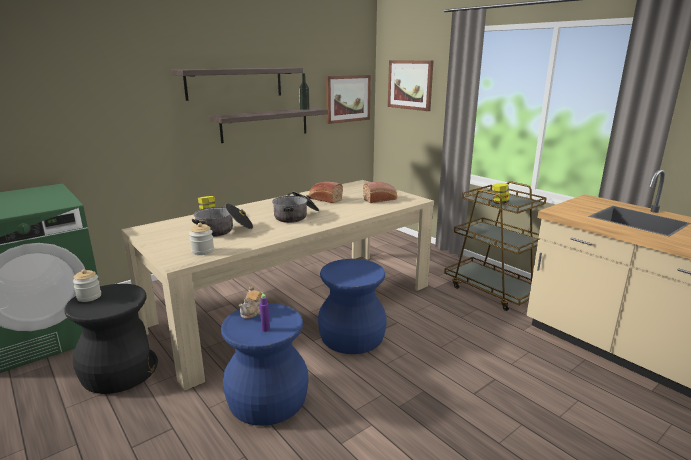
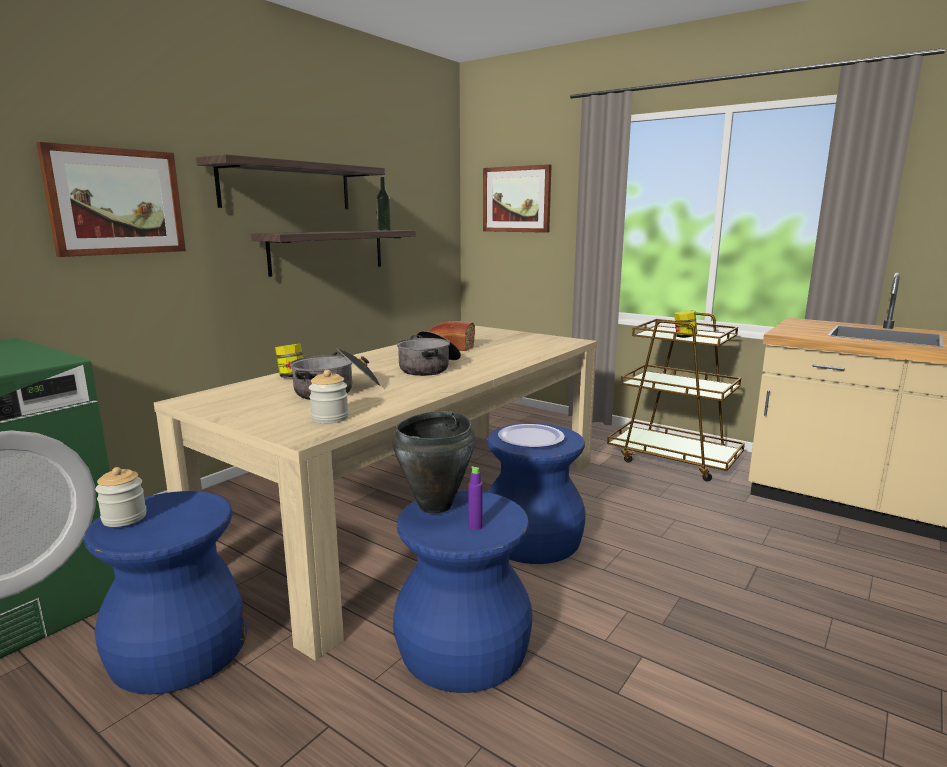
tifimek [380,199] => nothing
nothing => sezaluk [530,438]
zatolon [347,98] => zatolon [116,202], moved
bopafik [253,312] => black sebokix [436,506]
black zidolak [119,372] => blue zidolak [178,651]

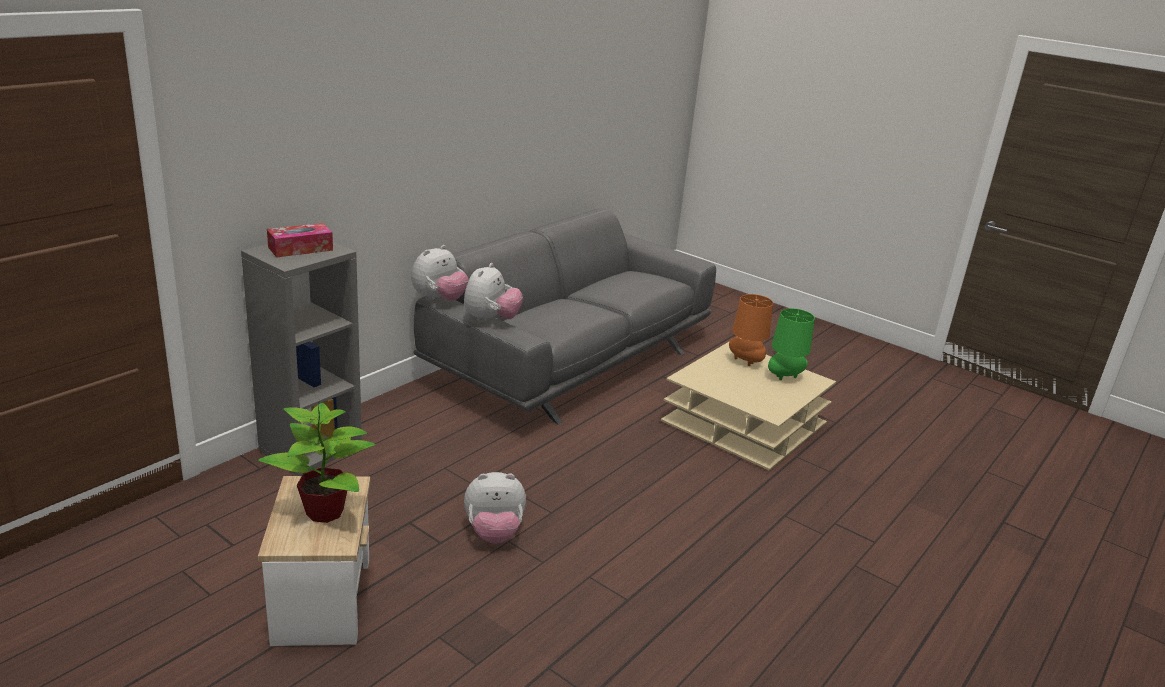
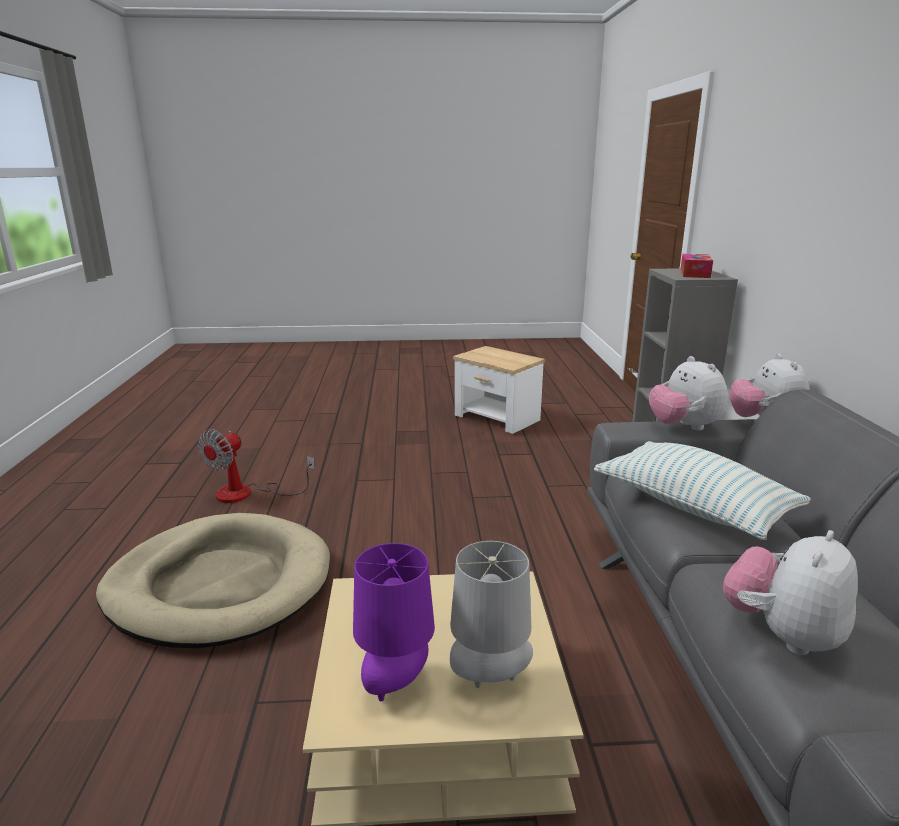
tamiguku [326,511] => nothing
nothing => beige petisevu [220,585]
nothing => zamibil [247,493]
nothing => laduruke [693,507]
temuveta [494,533] => temuveta [782,634], moved
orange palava [745,362] => grey palava [489,681]
green palava [784,378] => purple palava [396,684]

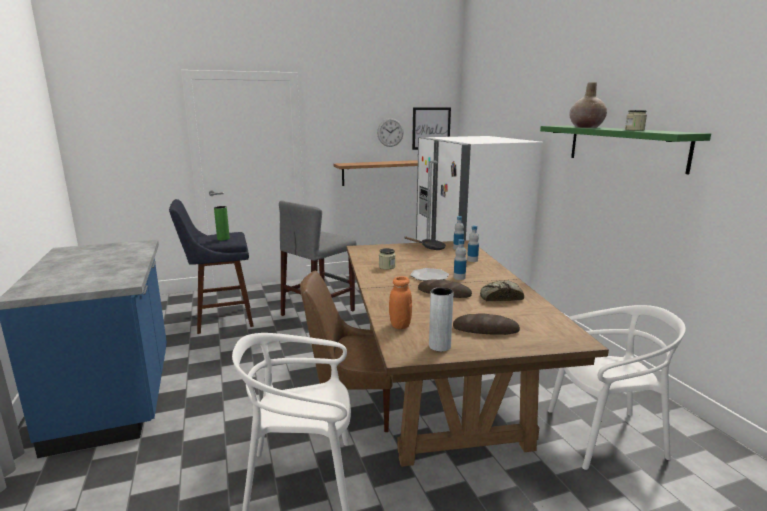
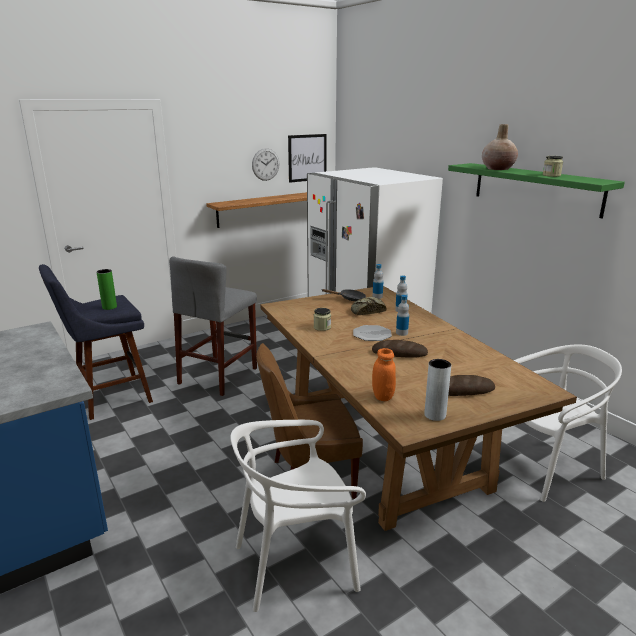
tifimek [500,297] => tifimek [367,311], moved

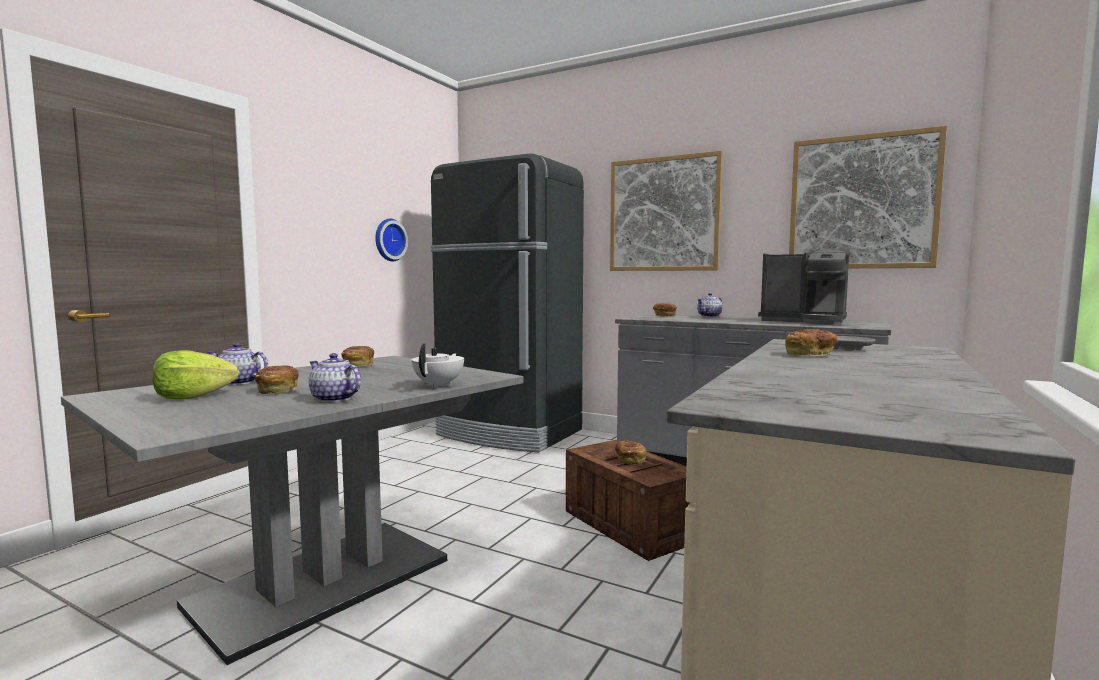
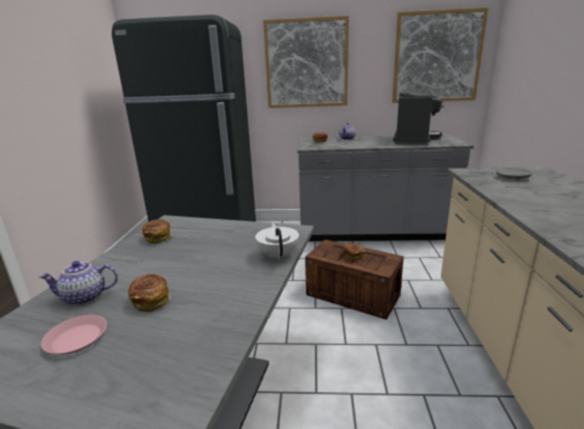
bopafik [334,399] => nothing
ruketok [388,240] => nothing
tifimek [810,355] => nothing
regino [193,396] => pink sezaluk [76,339]
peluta [805,321] => peluta [413,140], 75 degrees counterclockwise

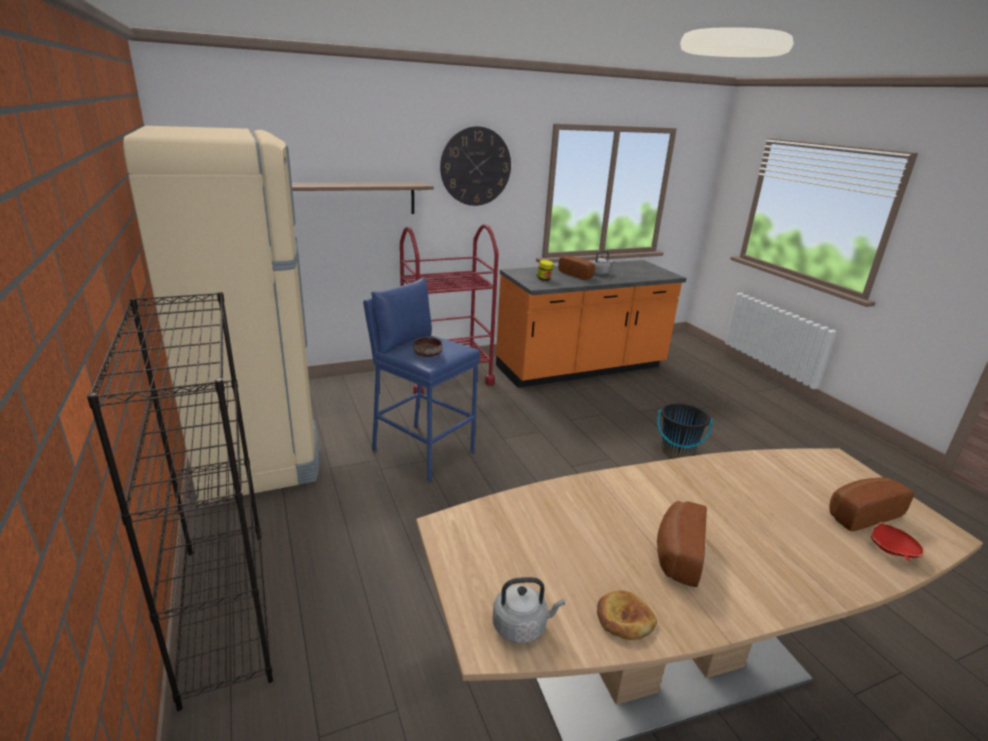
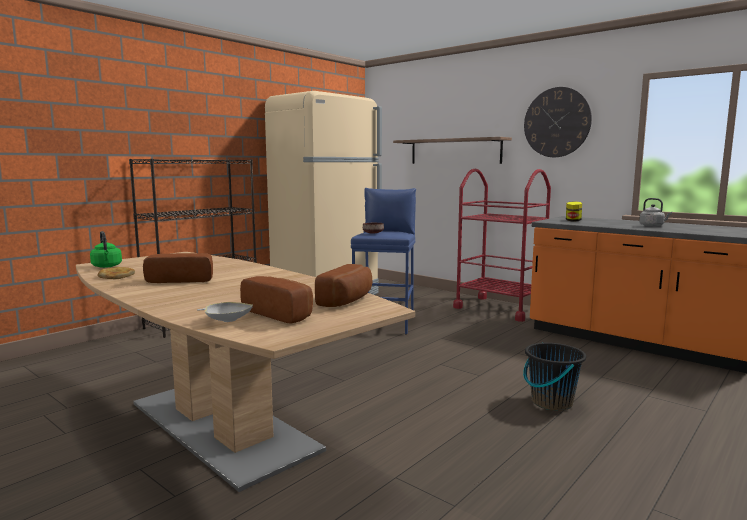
tifimek [577,274] => tifimek [348,300], moved
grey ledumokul [522,626] => green ledumokul [107,266]
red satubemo [891,550] => white satubemo [226,320]

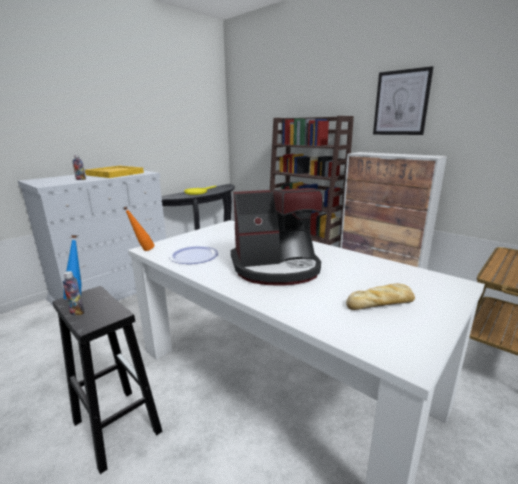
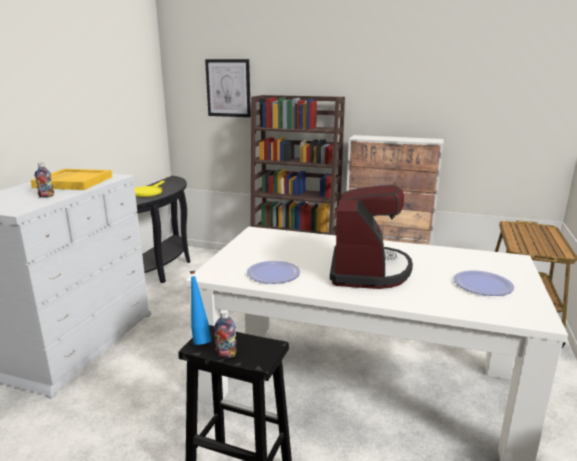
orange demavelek [142,251] => nothing
zatolon [401,103] => zatolon [228,88], moved
tifimek [381,303] => sezaluk [482,284]
peluta [276,267] => peluta [368,270], 45 degrees counterclockwise

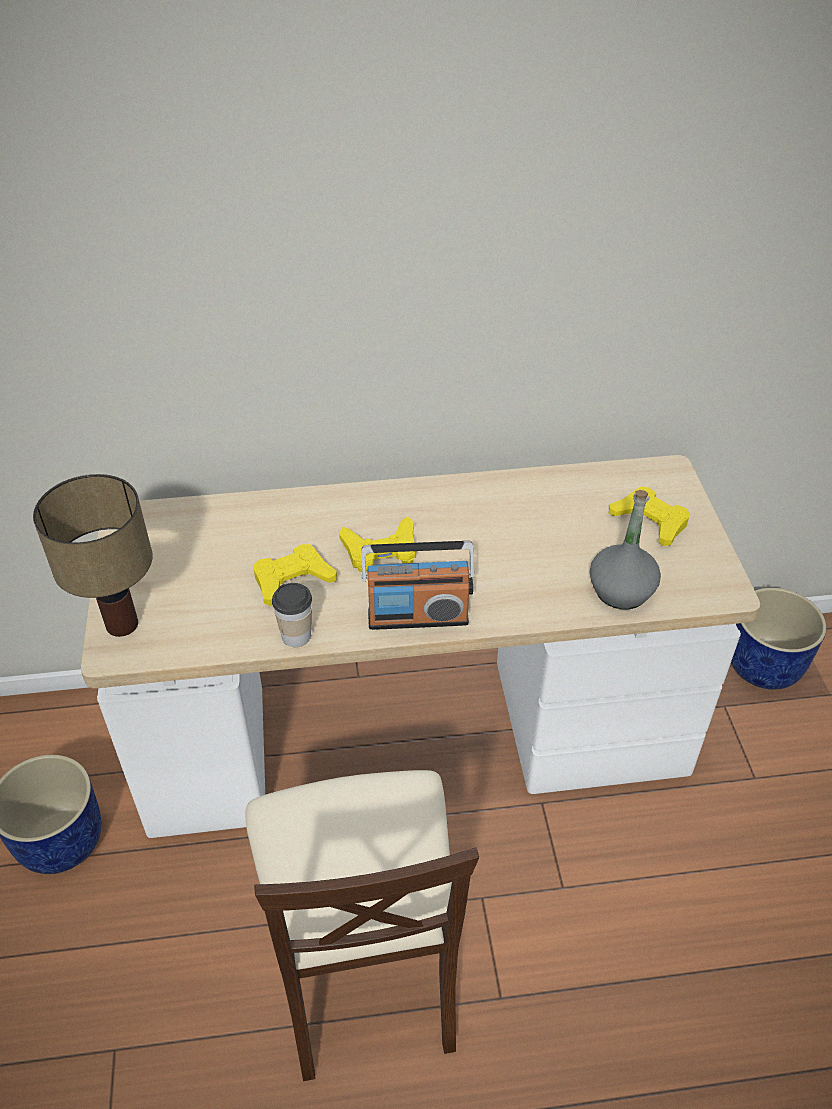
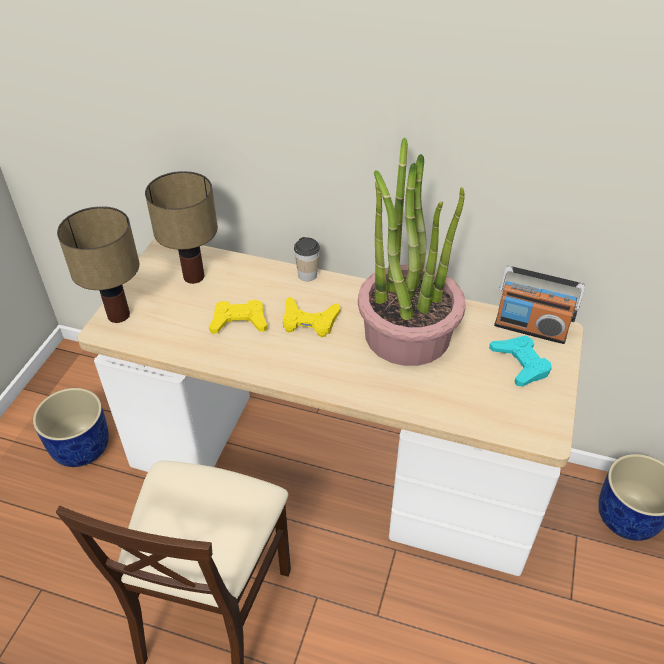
grey demavelek [621,591] => nothing
nothing => palava [192,276]
nothing => tamiguku [407,333]
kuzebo [296,636] => kuzebo [307,275], moved
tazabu [418,616] => tazabu [530,328], moved
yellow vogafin [650,521] => turquoise vogafin [520,364]

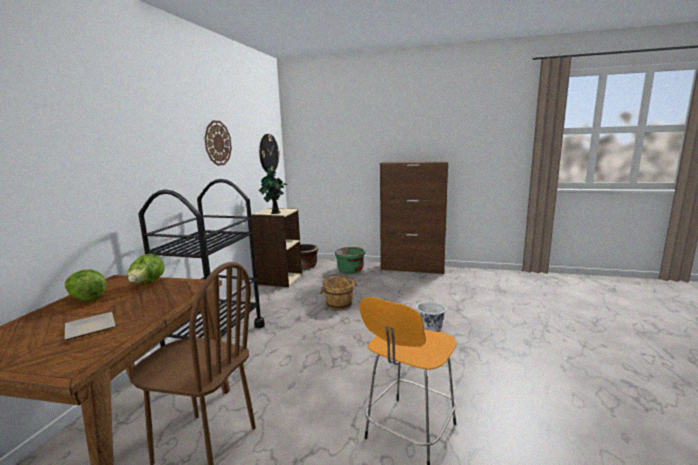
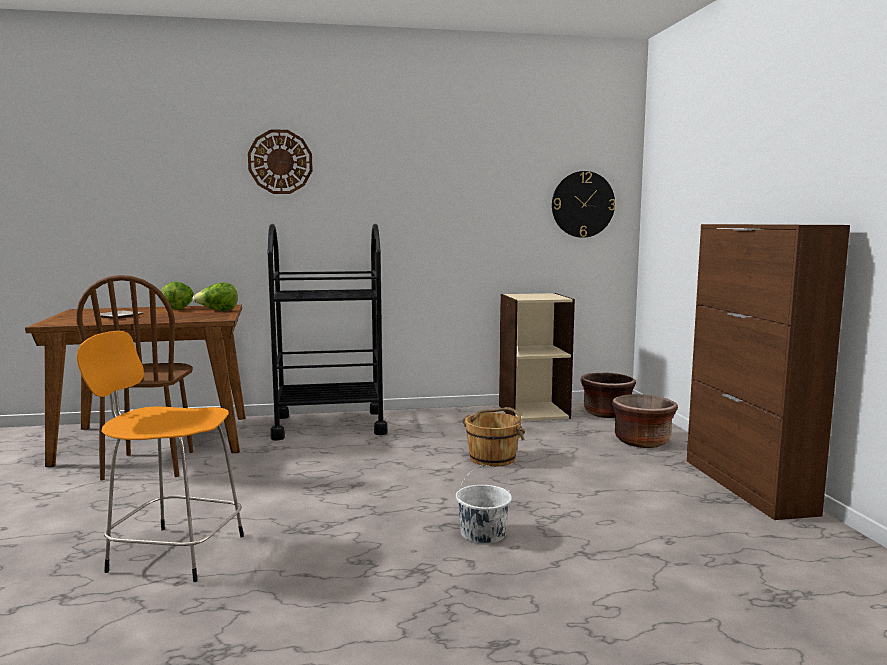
tamiguku [274,213] => nothing
ruketok [218,143] => ruketok [280,162], moved
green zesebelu [350,270] => brown zesebelu [642,441]

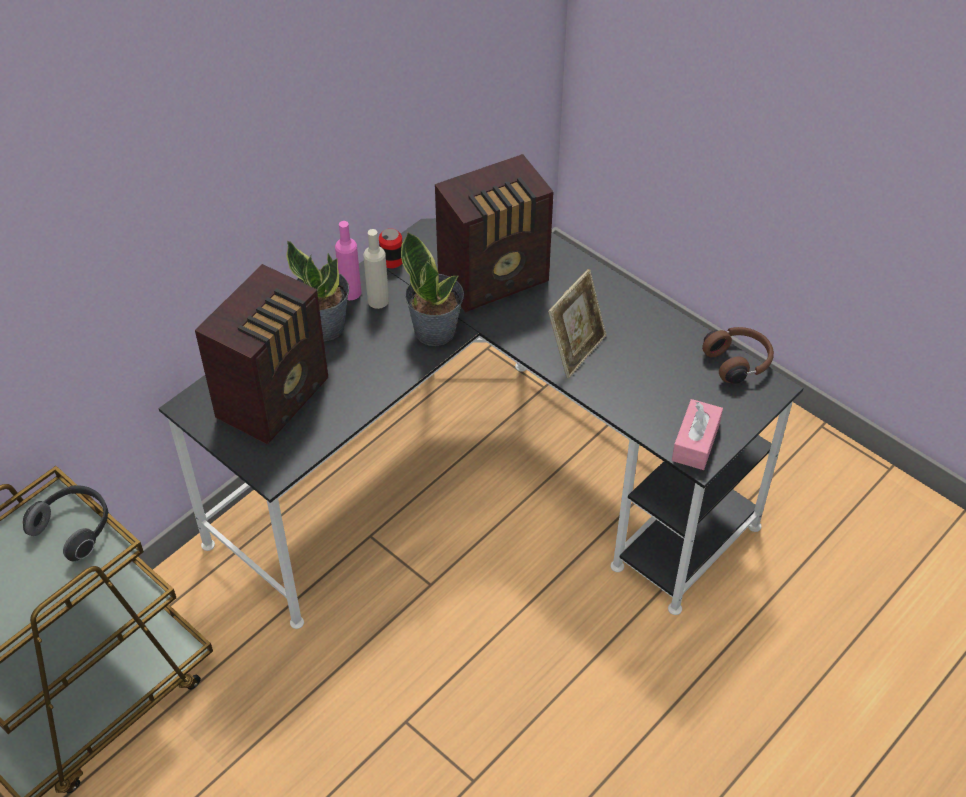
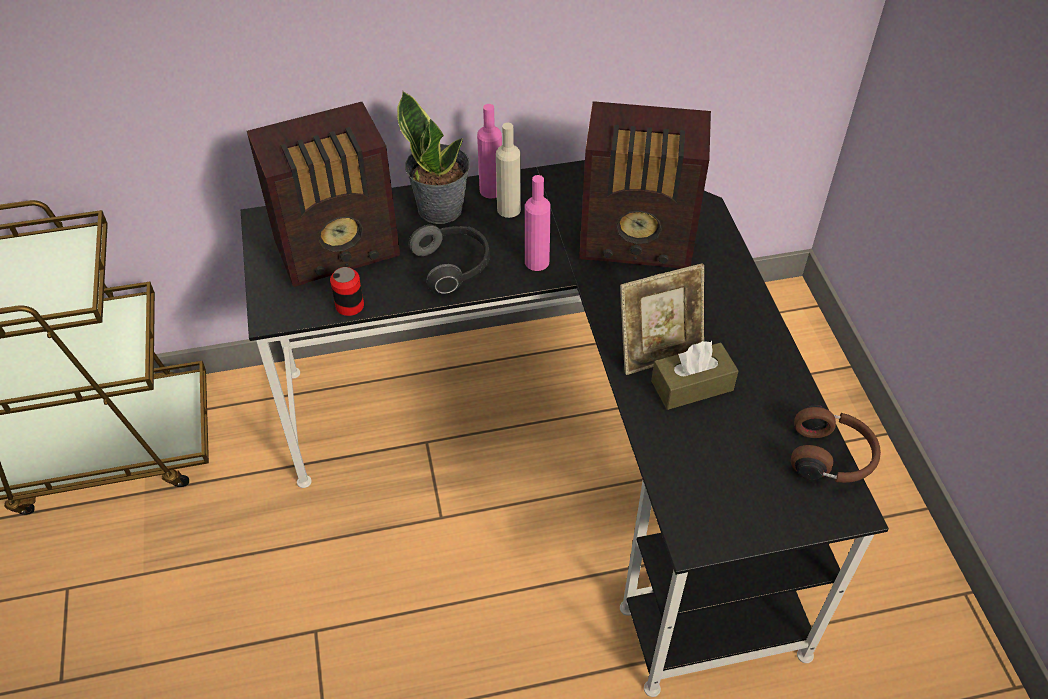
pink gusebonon [695,442] => nothing
nothing => brown gusebonon [692,385]
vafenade [75,528] => vafenade [453,267], moved
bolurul [392,261] => bolurul [350,306], moved
tamiguku [435,330] => pink demavelek [537,262]

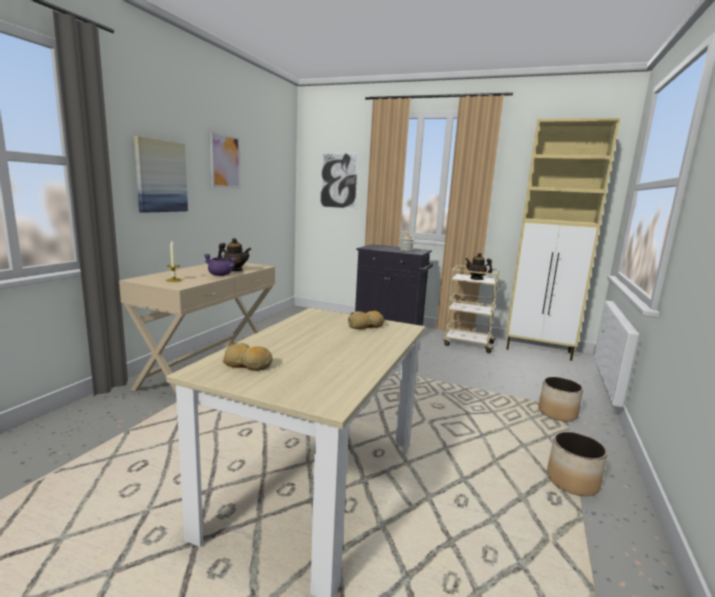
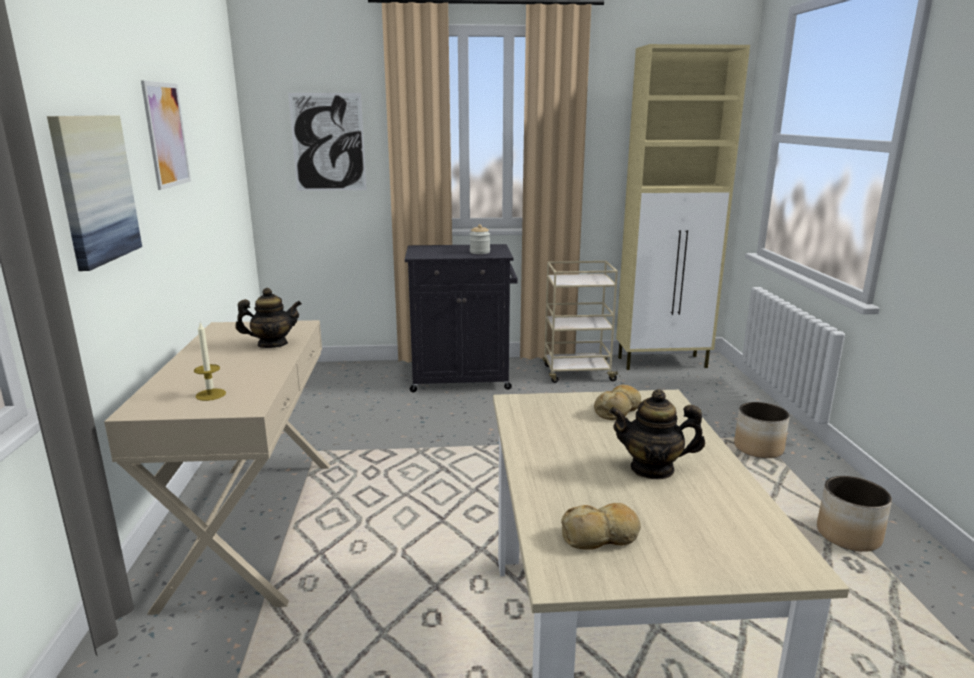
purple sebokix [221,275] => nothing
bopafik [476,278] => bopafik [652,468], moved

